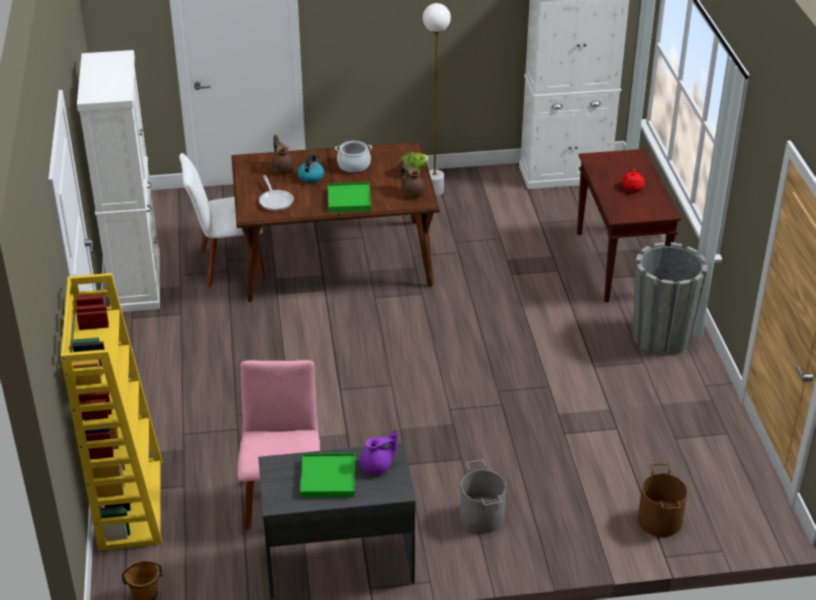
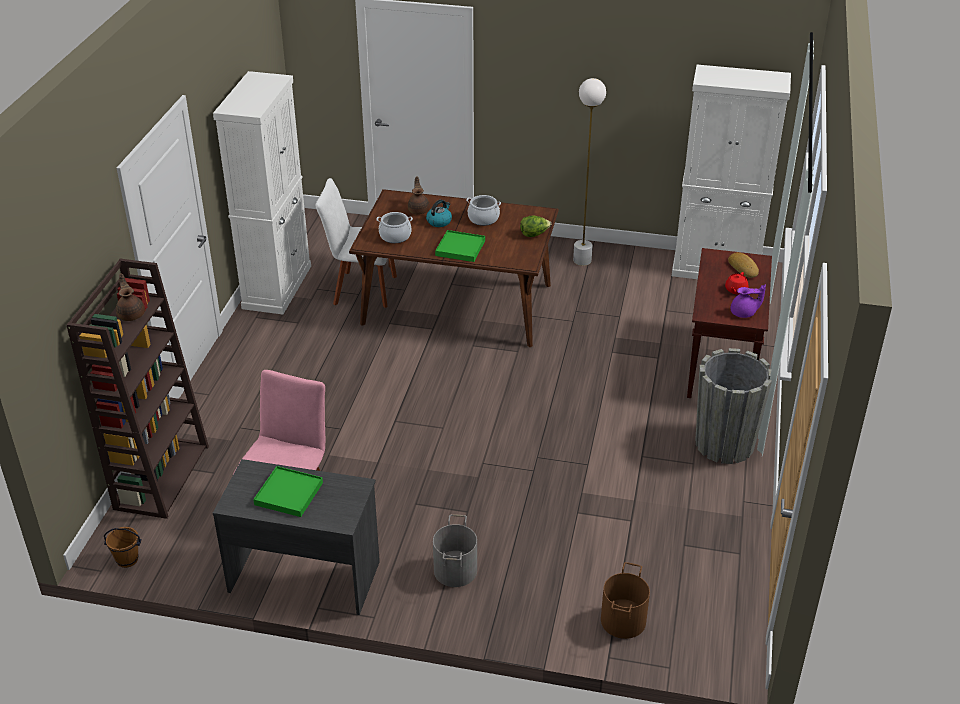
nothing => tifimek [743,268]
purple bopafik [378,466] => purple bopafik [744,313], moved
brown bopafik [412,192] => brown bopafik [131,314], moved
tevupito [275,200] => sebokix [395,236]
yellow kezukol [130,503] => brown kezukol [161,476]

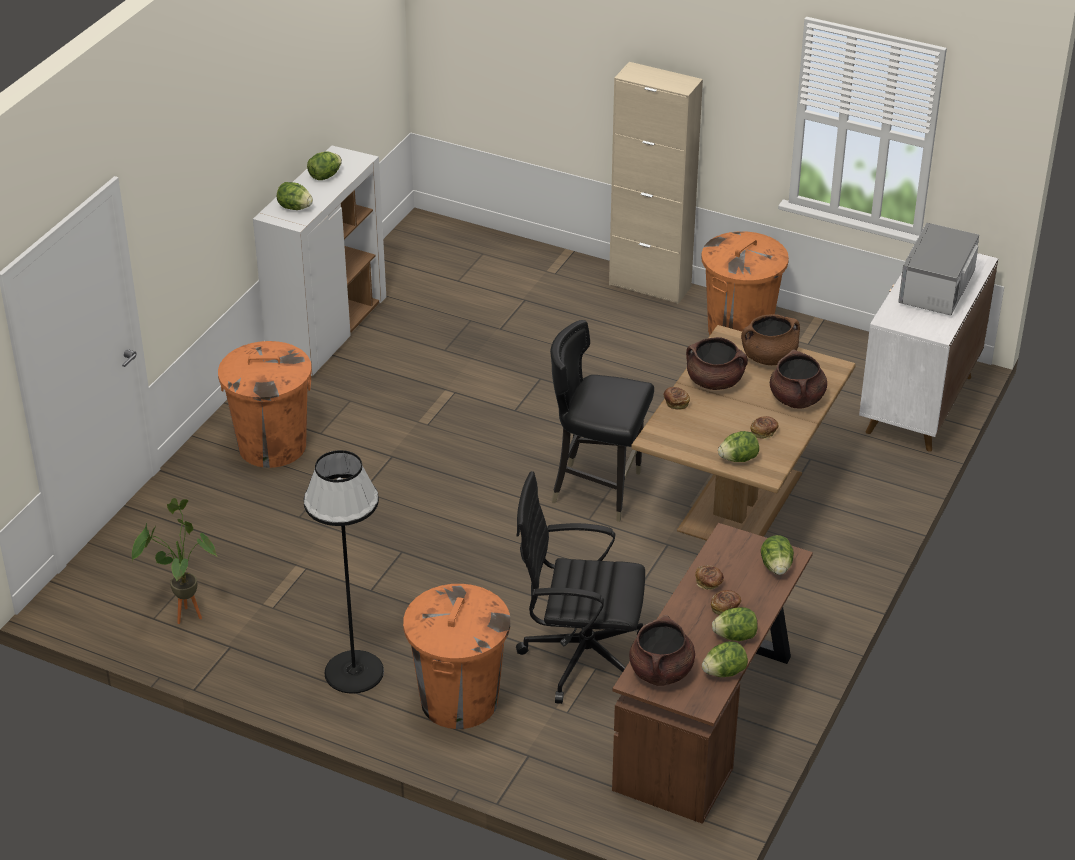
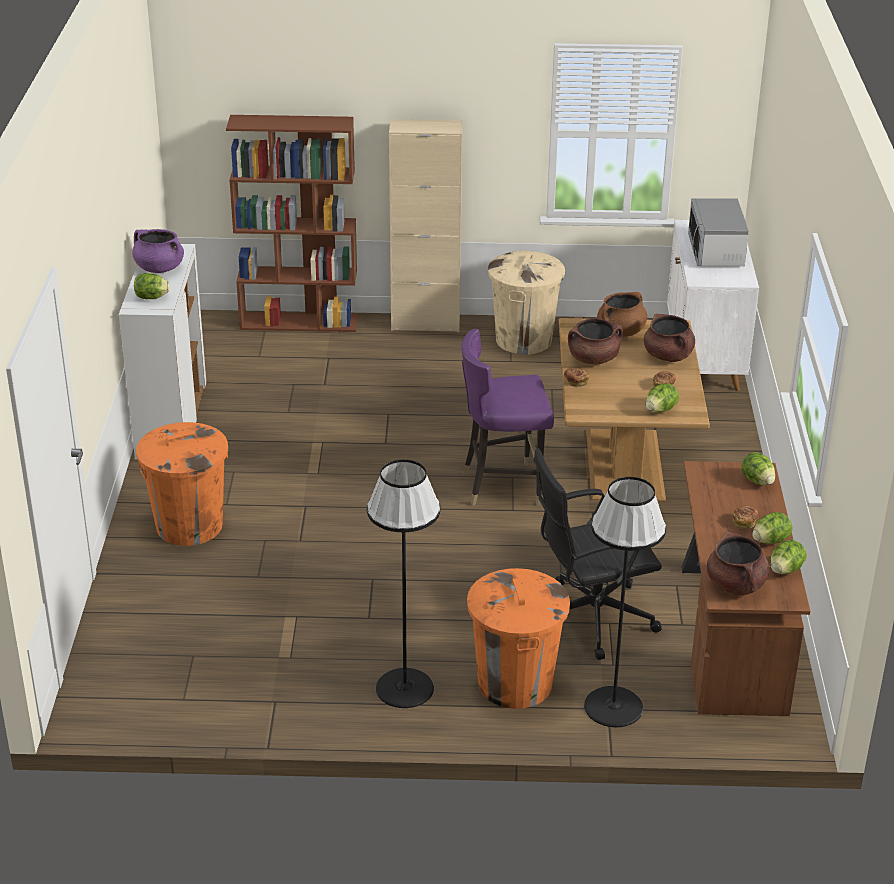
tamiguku [182,614] => nothing
tifimek [709,583] => nothing
nothing => brown kezukol [300,322]
nothing => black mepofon [613,707]
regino [325,176] => purple sebokix [159,268]
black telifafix [598,490] => purple telifafix [503,486]
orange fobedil [740,330] => beige fobedil [524,340]

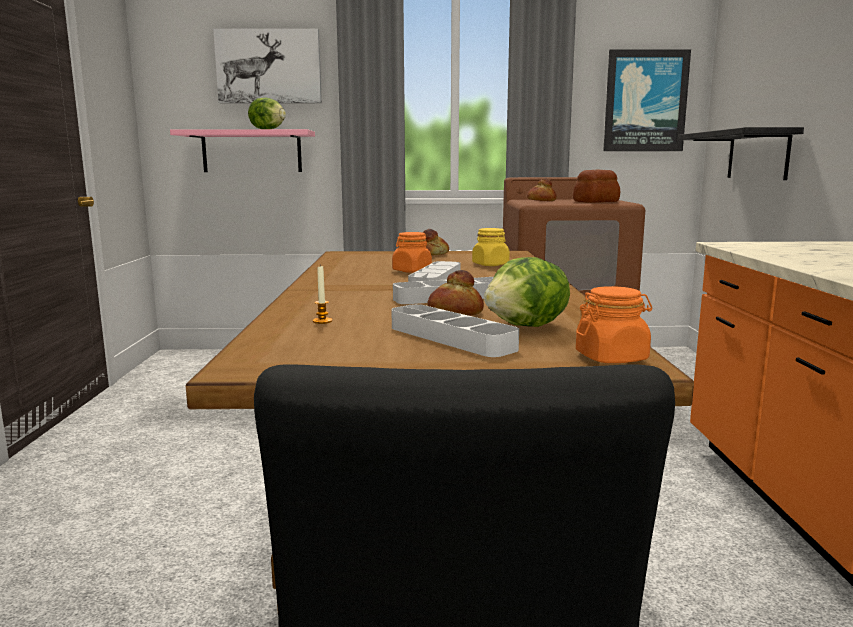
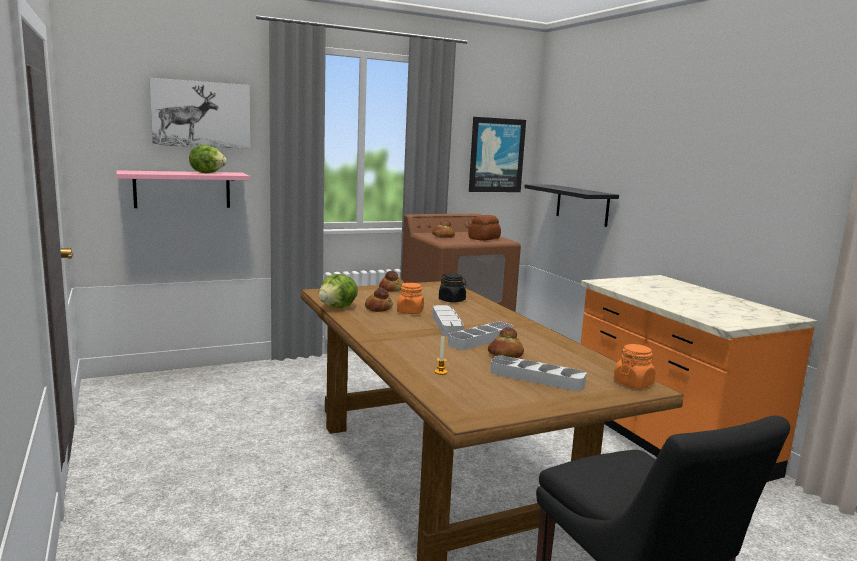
nothing => tifimek [379,308]
regino [527,326] => regino [338,307], moved
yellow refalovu [490,264] => black refalovu [452,300]

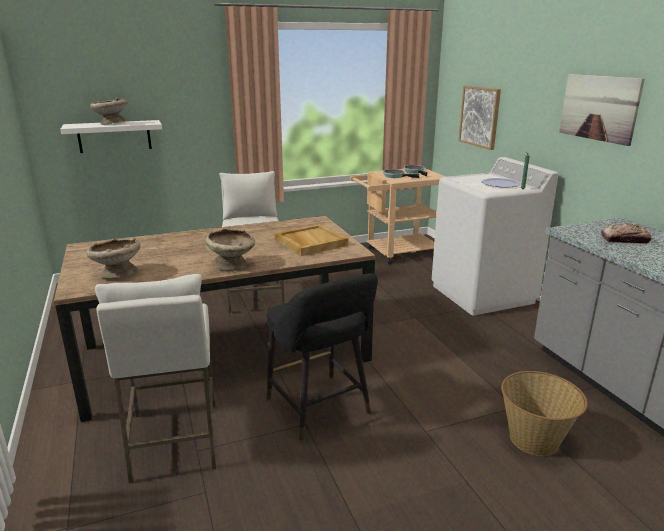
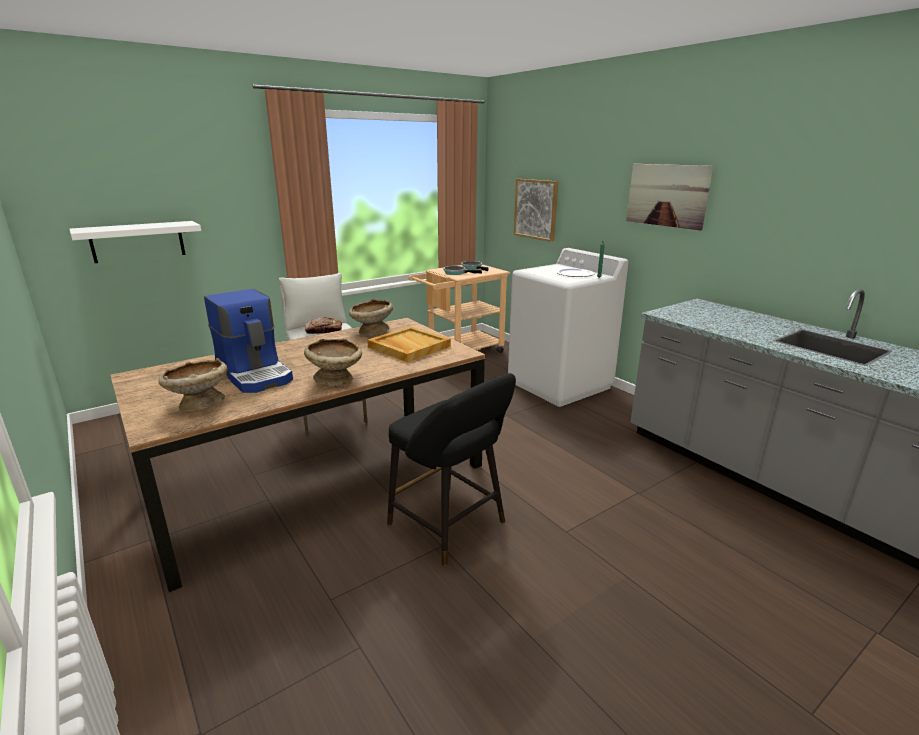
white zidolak [174,440] => nothing
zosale [535,439] => nothing
nothing => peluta [256,374]
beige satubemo [111,123] => beige satubemo [372,332], moved
tifimek [624,240] => tifimek [324,331], moved

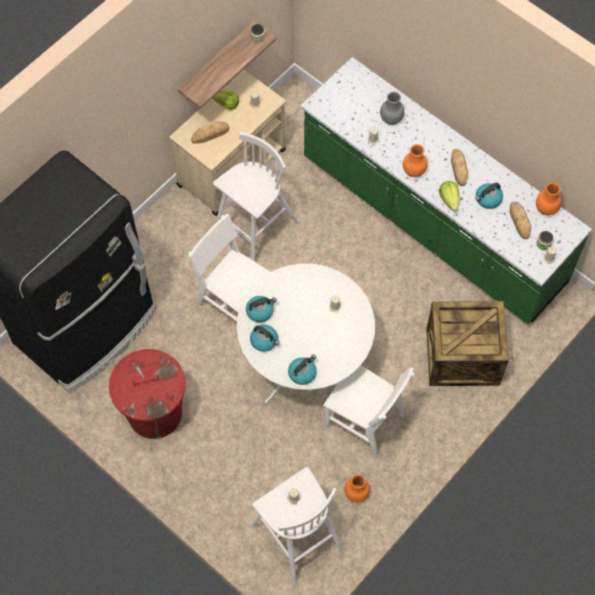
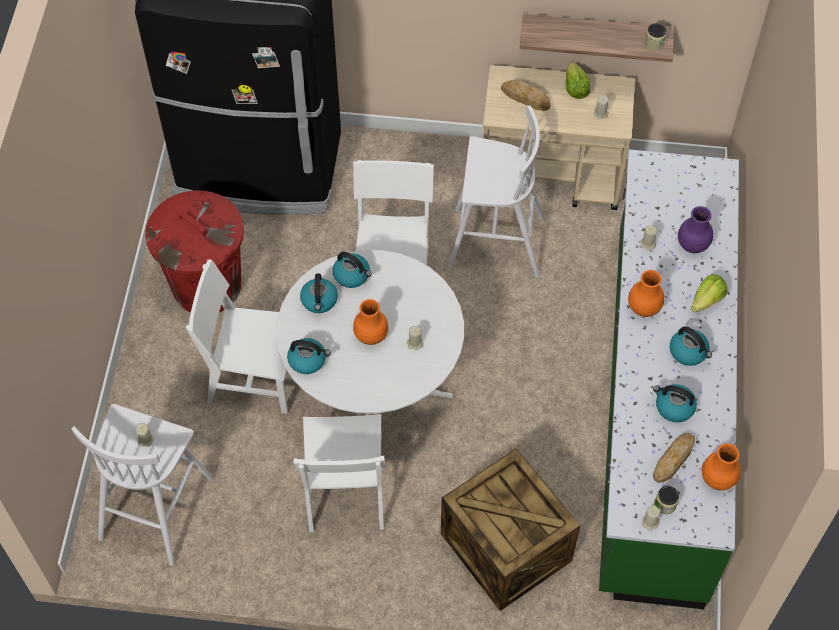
nothing => white telifafix [254,377]
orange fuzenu [356,494] => orange fuzenu [370,336], moved
regino [449,199] => regino [707,300], moved
tifimek [459,168] => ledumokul [689,352]
grey fuzenu [391,118] => purple fuzenu [692,244]

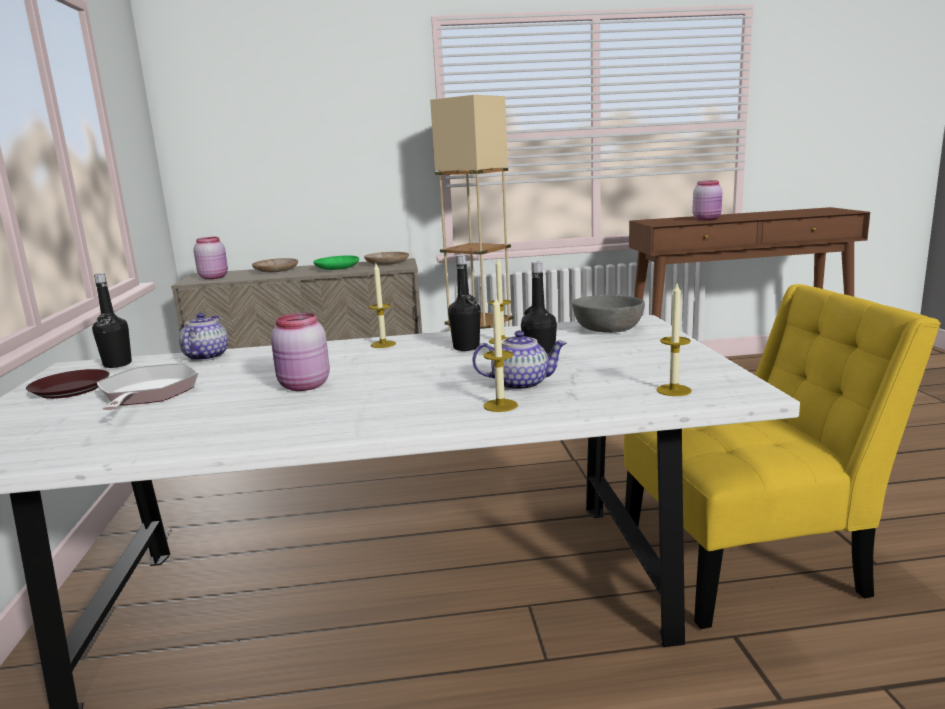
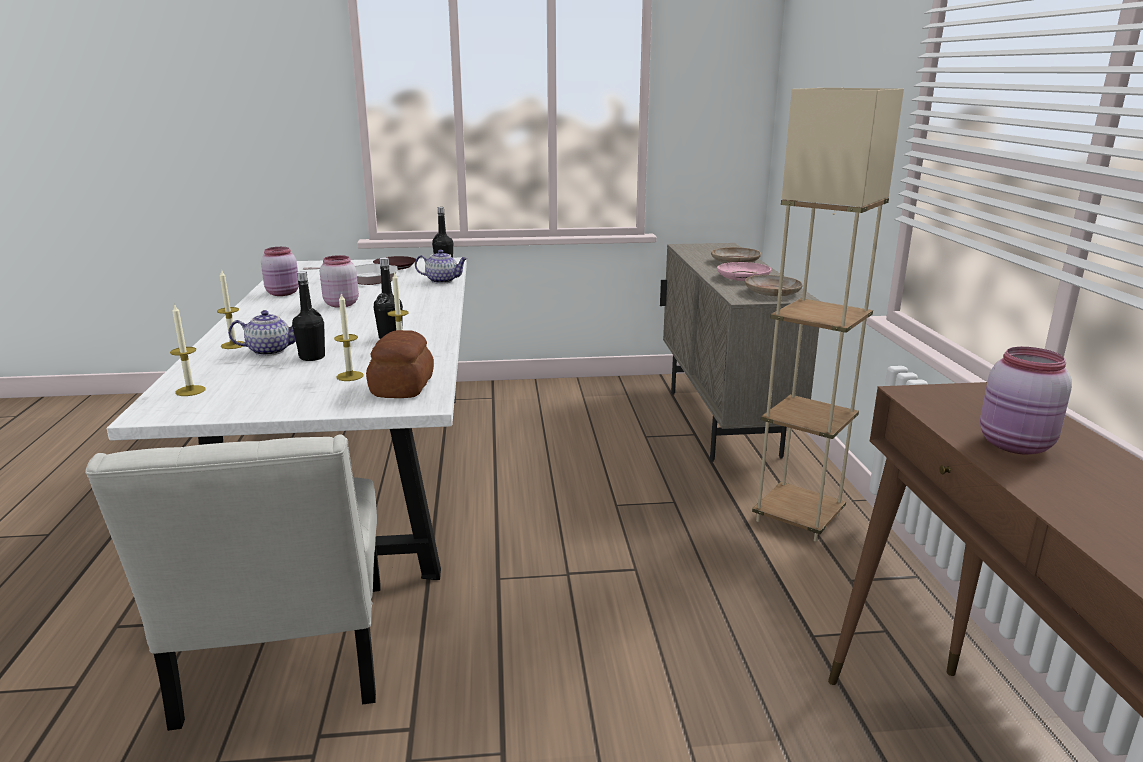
pink refalovu [214,277] => pink refalovu [284,293], moved
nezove [383,344] => nezove [350,376], moved
grey satubemo [607,328] => tifimek [403,386]
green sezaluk [337,268] => pink sezaluk [743,278]
yellow telifafix [751,561] => white telifafix [284,661]
bopafik [521,384] => bopafik [270,351], 105 degrees counterclockwise

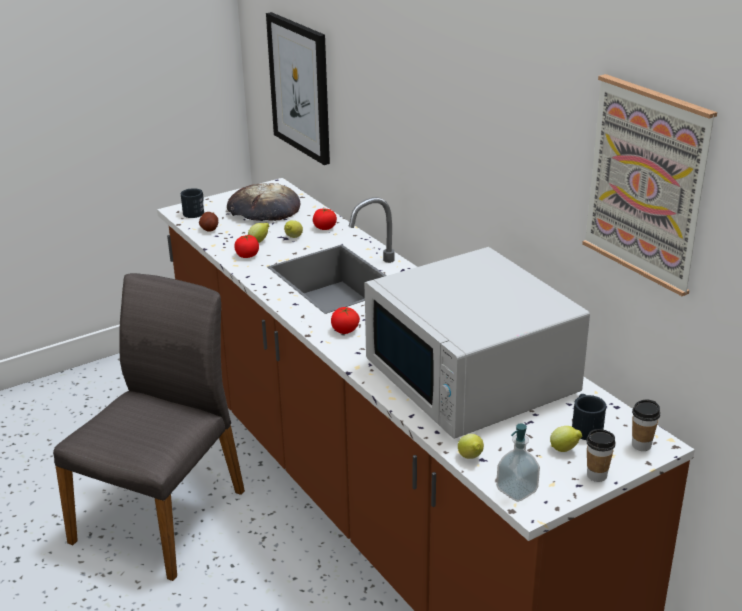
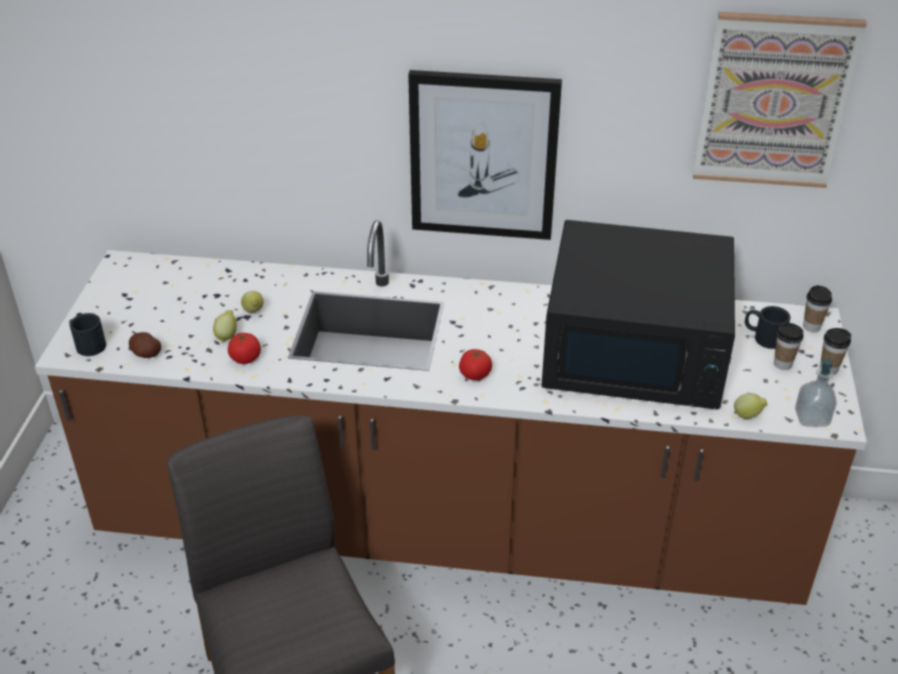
tifimek [263,209] => nothing
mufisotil [325,227] => nothing
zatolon [300,87] => zatolon [483,156], moved
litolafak [565,450] => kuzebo [782,364]
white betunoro [471,378] => black betunoro [636,350]

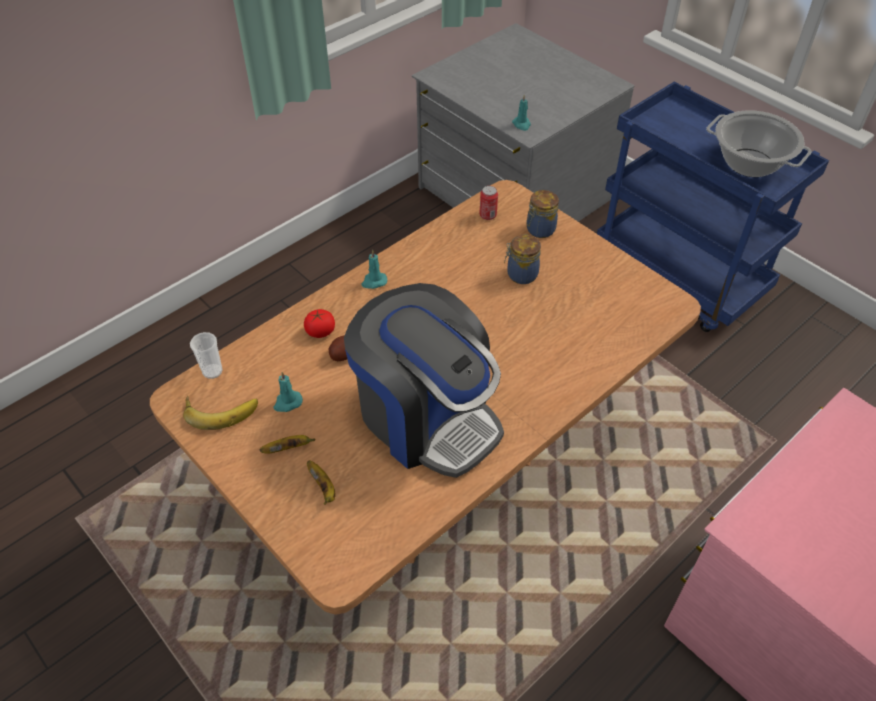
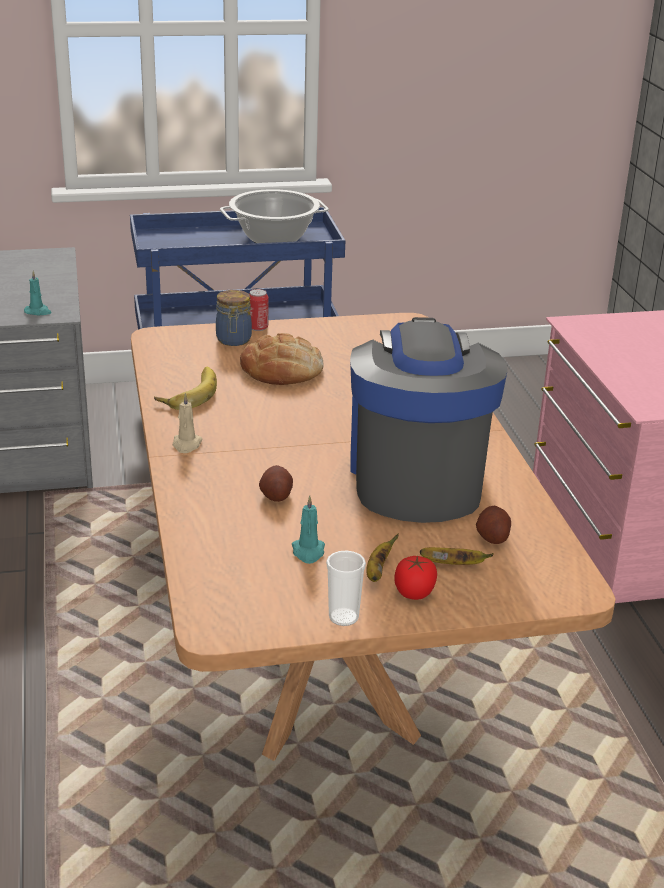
nothing => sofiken [492,537]
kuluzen [221,410] => kuluzen [188,393], moved
kuzebo [212,371] => kuzebo [343,617], moved
mufisotil [320,332] => mufisotil [414,592], moved
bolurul [488,215] => bolurul [258,327], moved
refalovu [520,274] => tifimek [282,369]
turquoise nezove [374,281] => beige nezove [186,444]
peluta [426,417] => peluta [416,477], 75 degrees counterclockwise

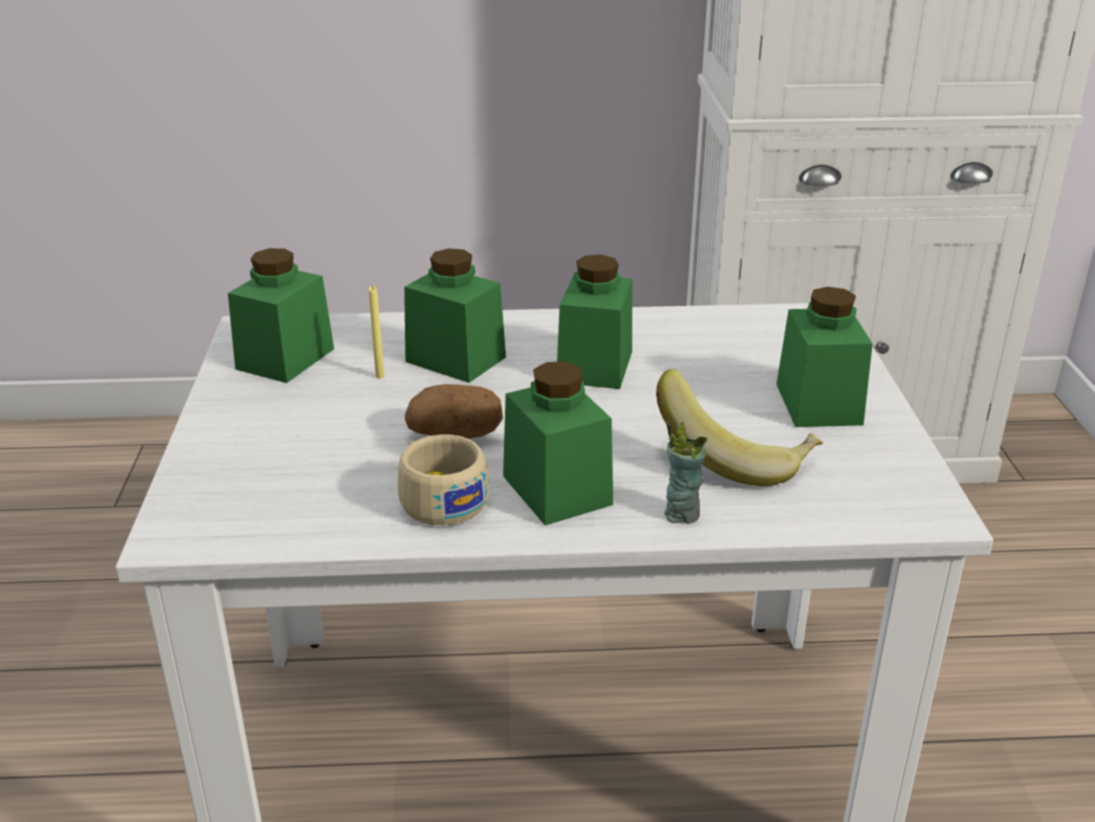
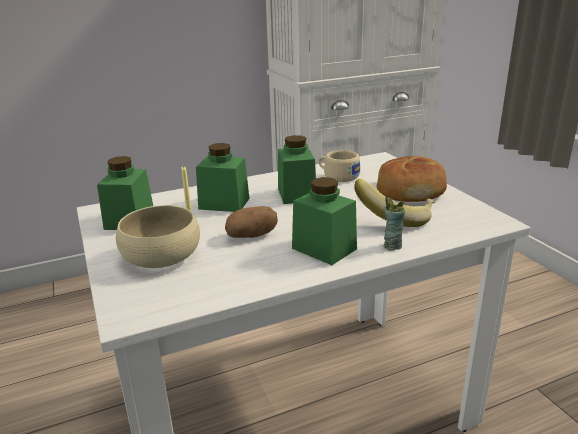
nothing => beige satubemo [161,256]
beige kuzebo [438,499] => beige kuzebo [337,176], moved
green refalovu [818,404] => tifimek [411,190]

